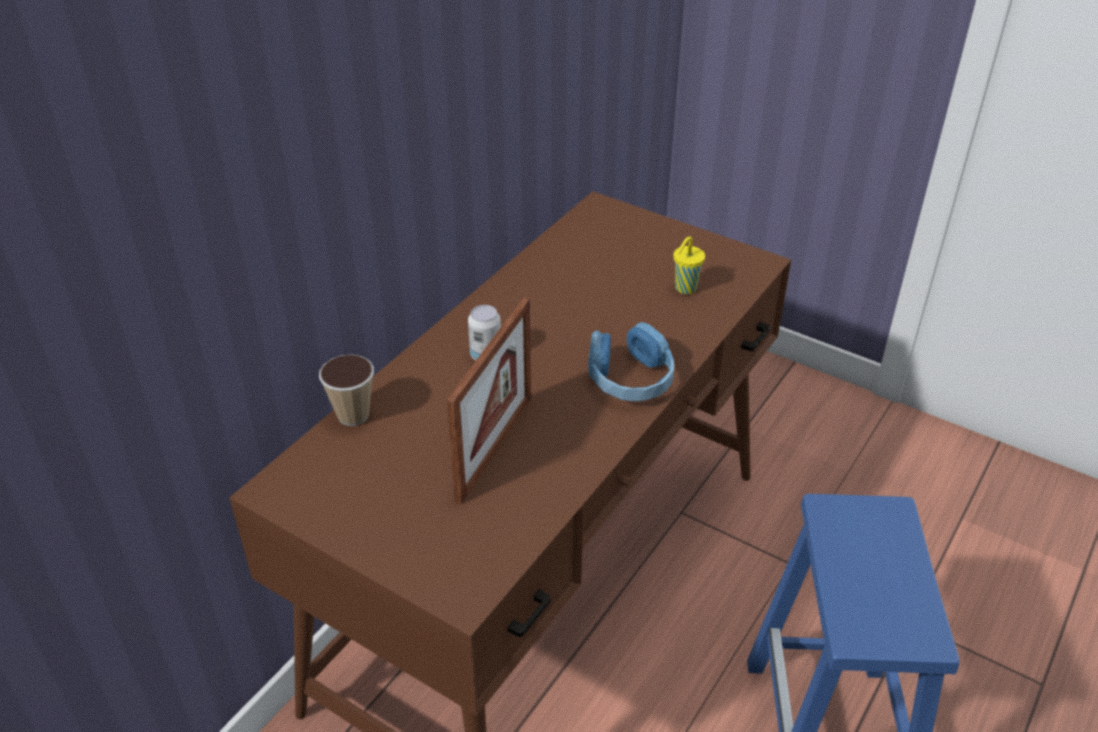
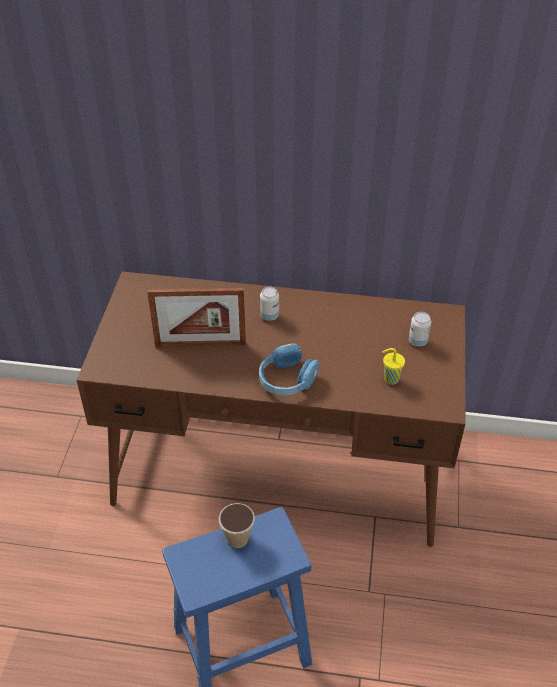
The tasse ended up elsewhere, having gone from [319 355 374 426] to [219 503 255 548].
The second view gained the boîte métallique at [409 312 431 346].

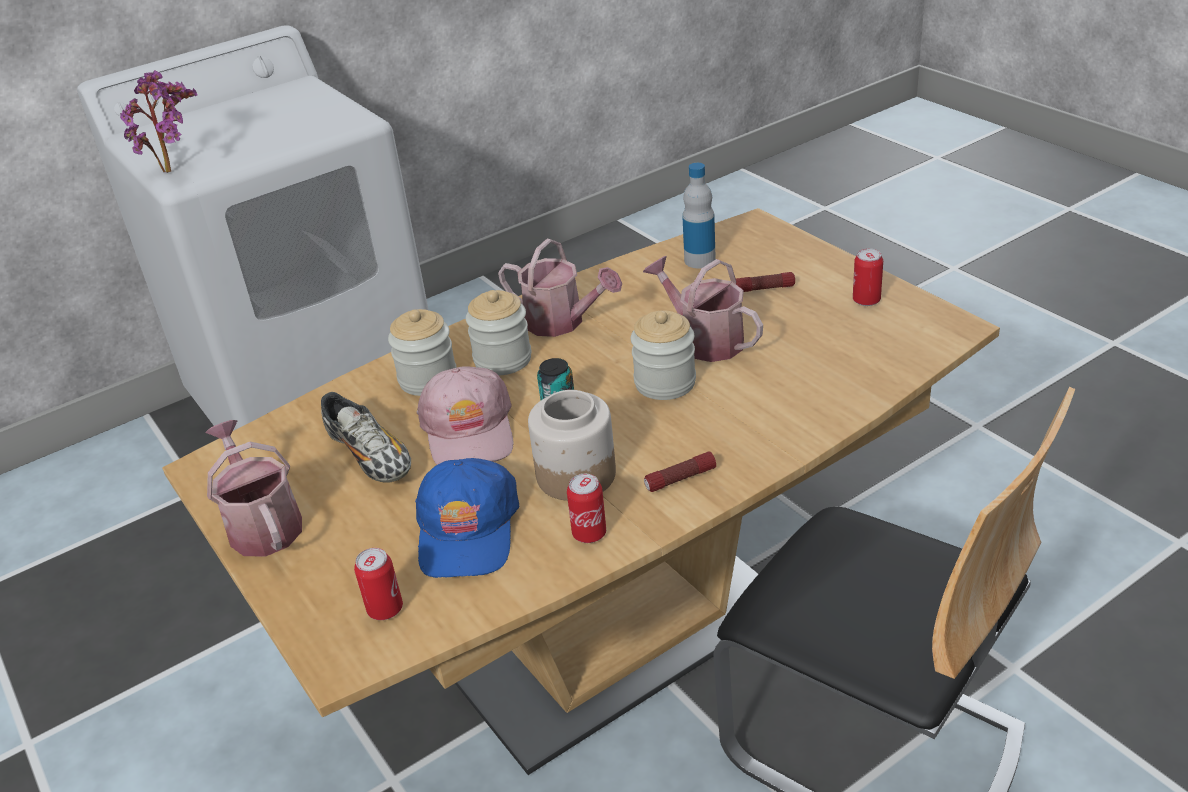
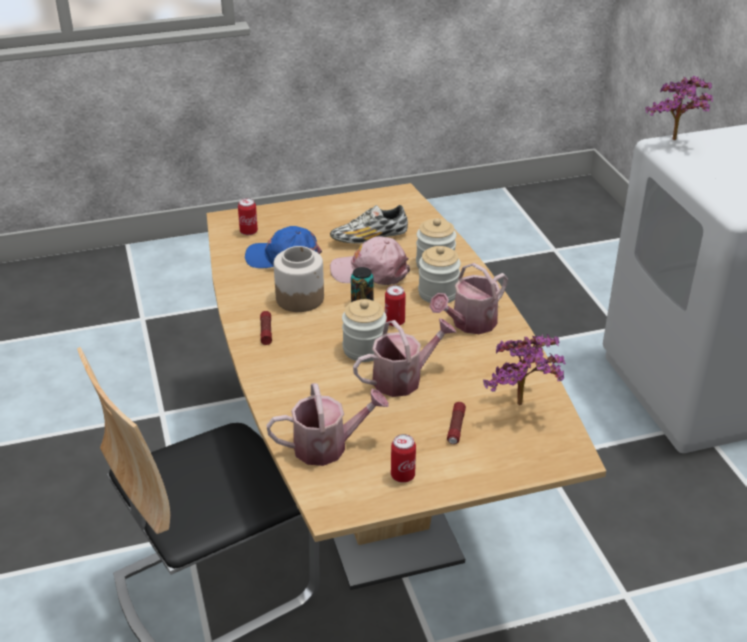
The arrosoir ended up elsewhere, having gone from [205 420 302 556] to [266 383 389 466].
The boîte métallique ended up elsewhere, having gone from [567 474 606 543] to [385 285 406 327].
Where the bouteille stood at [682 163 716 268], the plante en pot came to stand at [483 334 566 405].

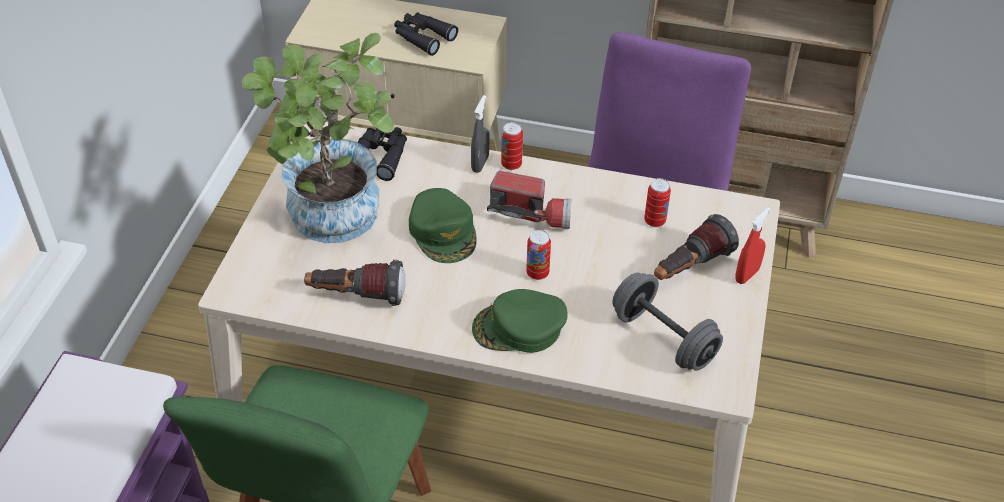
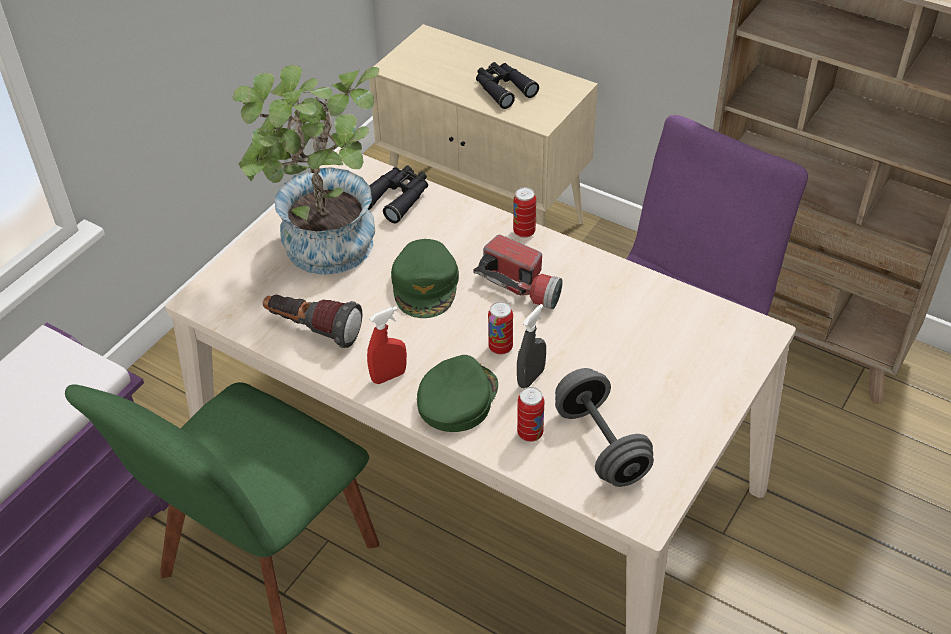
The vaporisateur (gris) ended up elsewhere, having gone from [471 95 490 173] to [517 304 546 388].
The casquette (vert) at [472 289 568 353] ended up facing another way, 105 degrees clockwise from before.
The boîte métallique ended up elsewhere, having gone from [644 178 671 227] to [517 387 544 442].
The second view lost the lampe de poche at [654 214 739 280].
The vaporisateur (rouge) ended up elsewhere, having gone from [735 207 771 284] to [367 306 407 384].

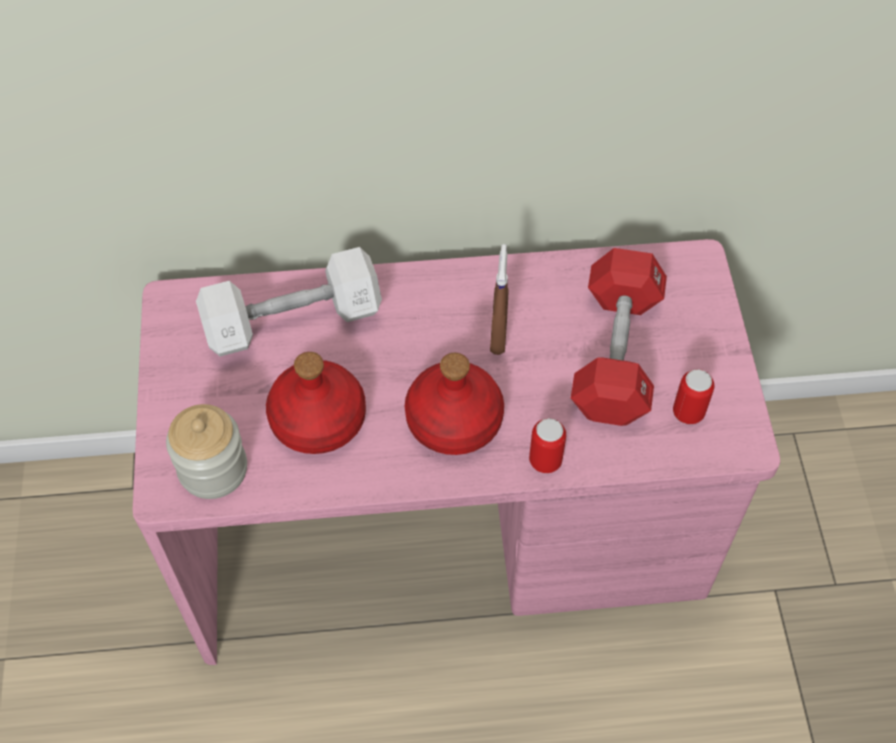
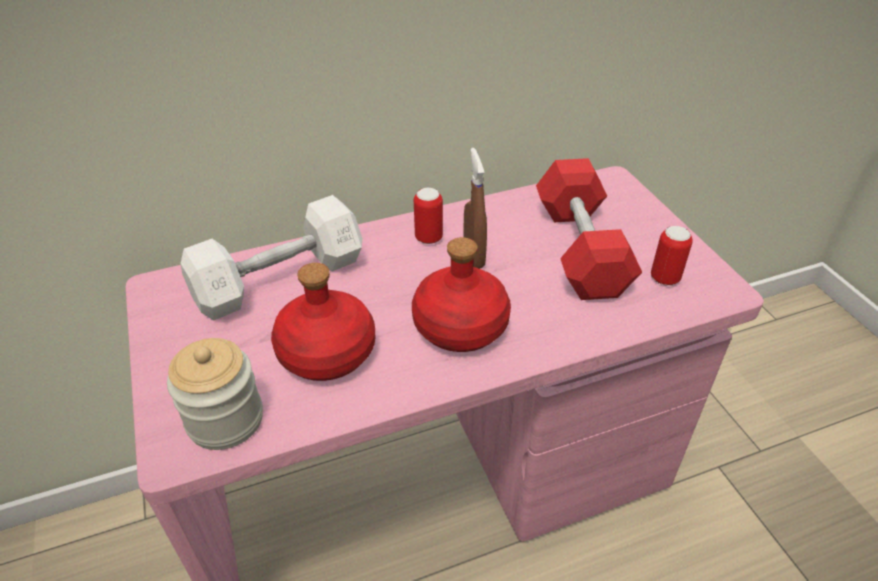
The boîte métallique ended up elsewhere, having gone from [529 418 566 473] to [414 188 443 244].

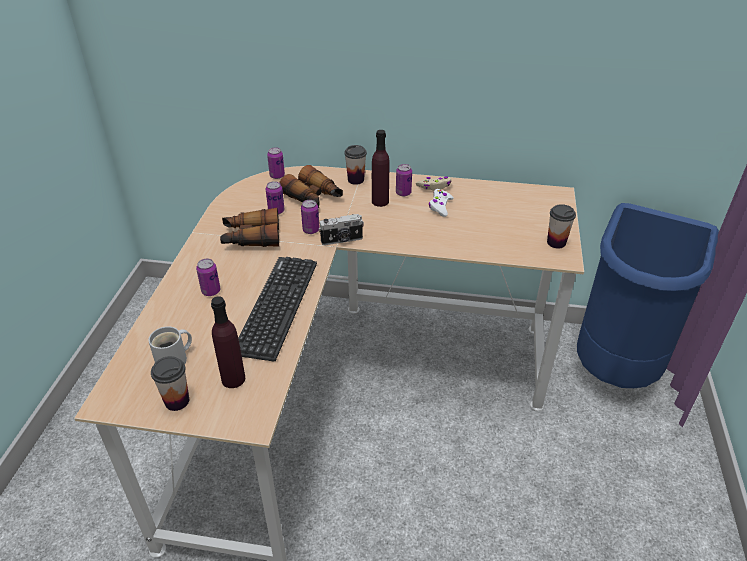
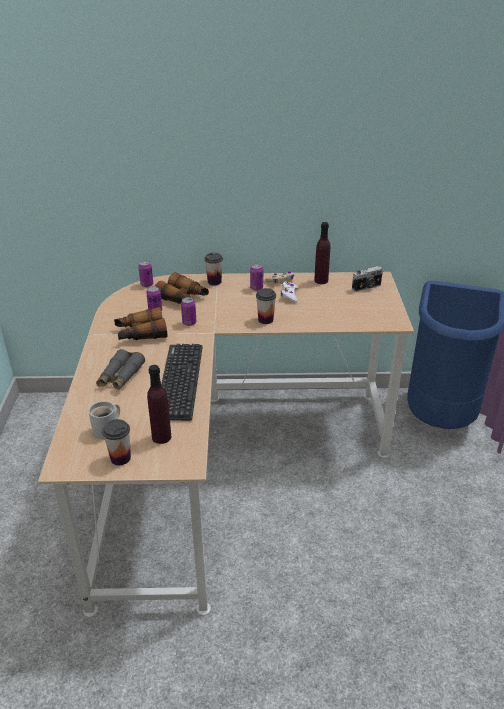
Where the boîte métallique stood at [196 259 220 296], the jumelles (gris) came to stand at [96 349 145 390].
The appareil photo ended up elsewhere, having gone from [319 214 364 245] to [352 266 383 292].
The bouteille (violet) ended up elsewhere, having gone from [372 130 389 207] to [314 222 330 284].
The tasse ended up elsewhere, having gone from [547 204 576 249] to [256 288 276 324].

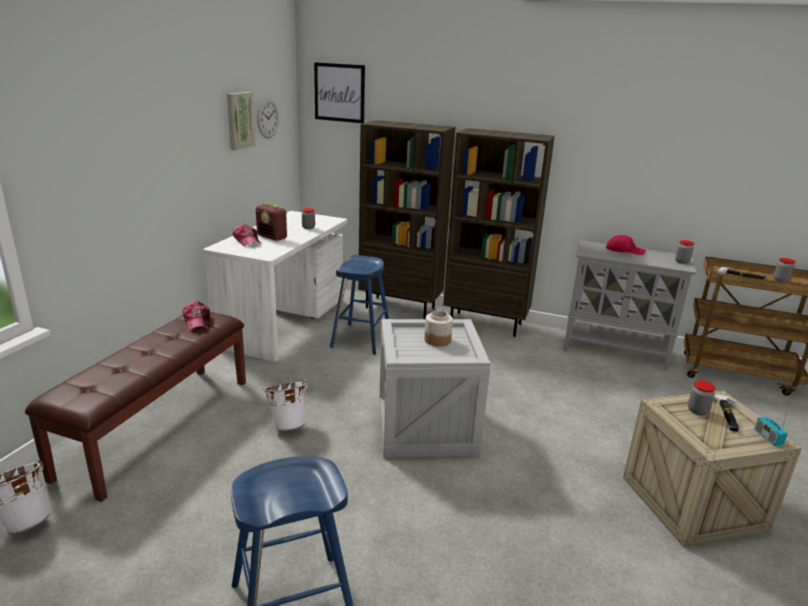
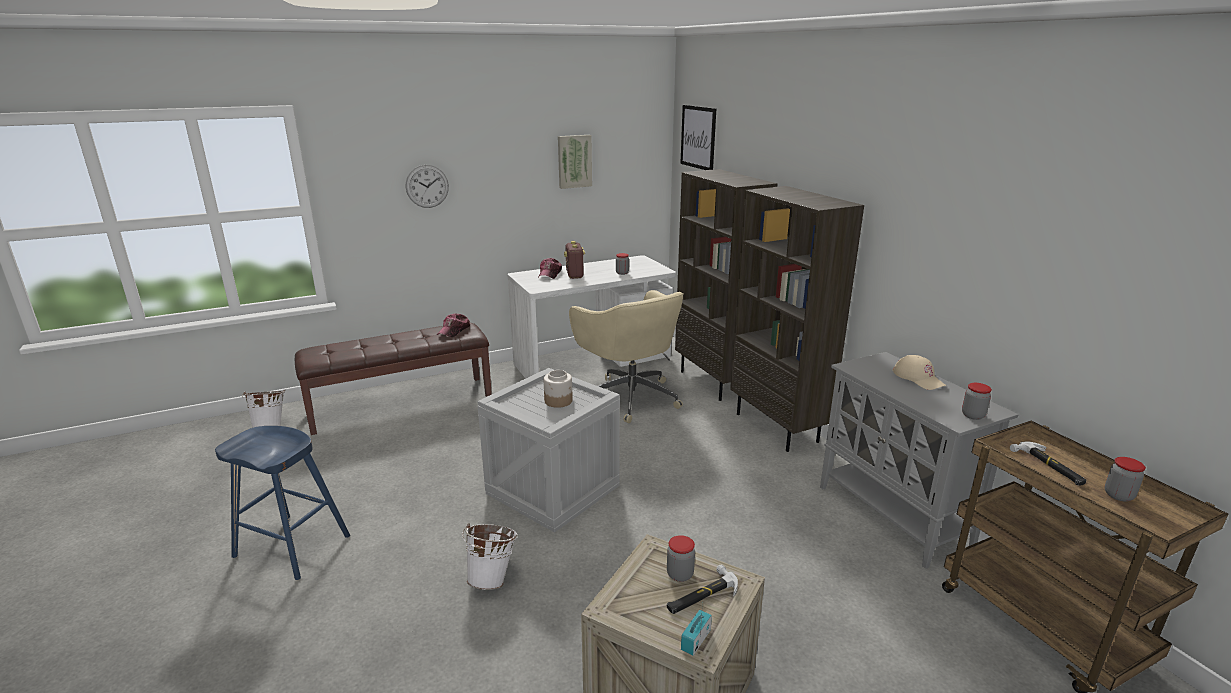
The horloge murale ended up elsewhere, having gone from [257 99 279 138] to [406 165 449 208].
The seau (blanc) ended up elsewhere, having gone from [263 380 308 431] to [462 523 517 590].
Where the tabouret (bleu) stood at [330 255 389 355], the chaise de bureau (beige) came to stand at [569 290 684 423].
What was the casquette (rouge) at [606 235 646 255] turned into the casquette (beige) at [892 355 946 390].

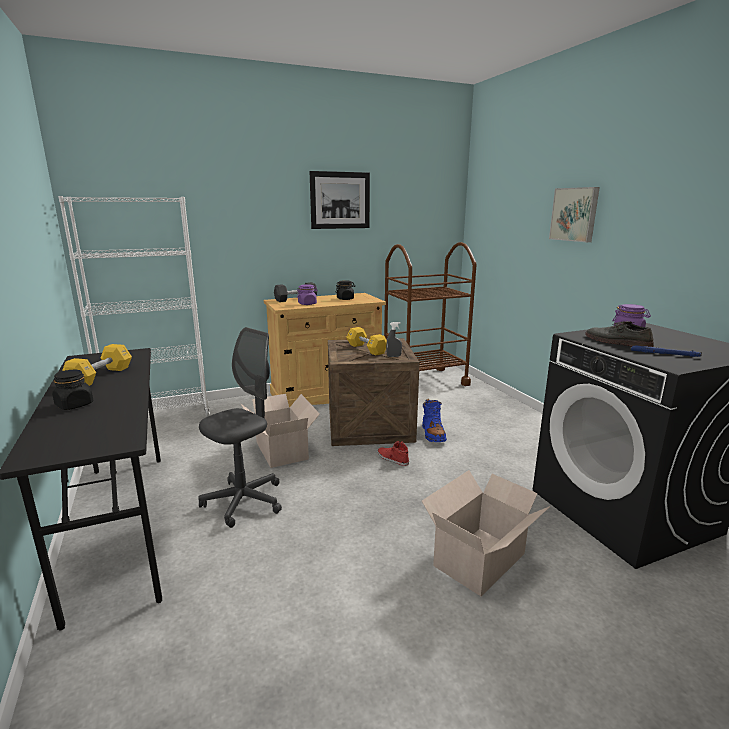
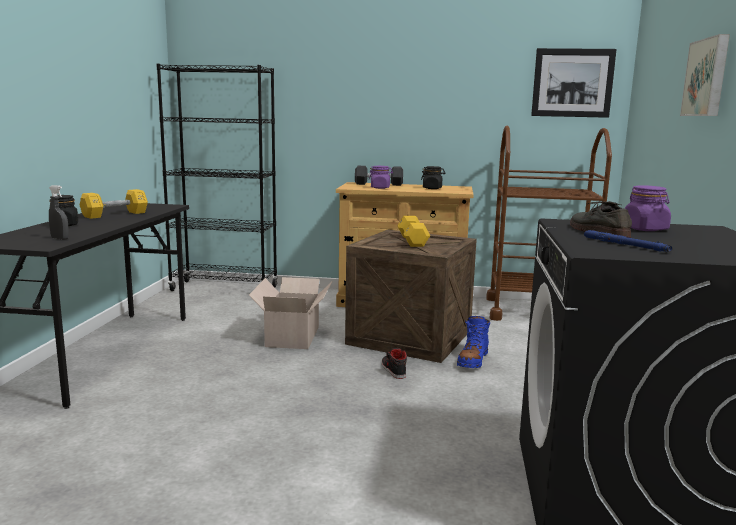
What was the bibliothèque (blanc) at [58 196 210 416] turned into the bibliothèque (noir) at [156 64 278 291].
The second view lost the chaise de bureau (gris) at [198 327 282 528].
The tableau ended up elsewhere, having gone from [309 171 370 229] to [531 48 617 118].
What was the chaussure (rouge) at [378 441 409 466] turned into the chaussure (noir) at [382 348 407 379].
The vaporisateur (gris) ended up elsewhere, having gone from [386 322 402 357] to [49 185 69 240].
The second view lost the carton at [422 470 550 596].

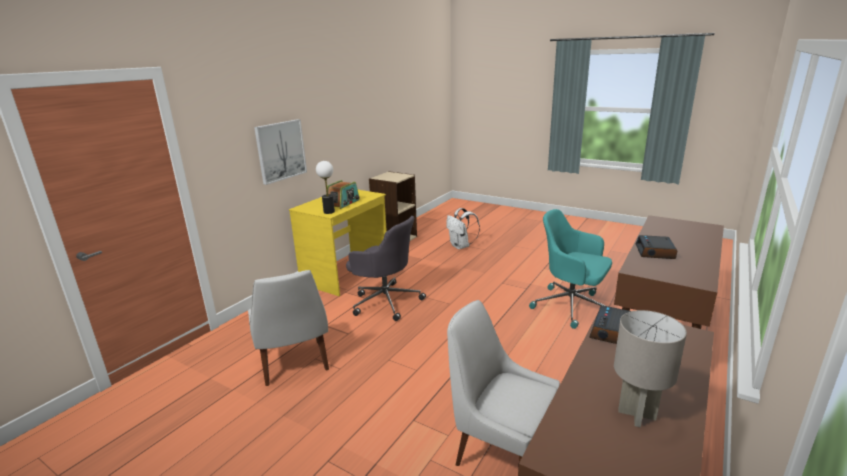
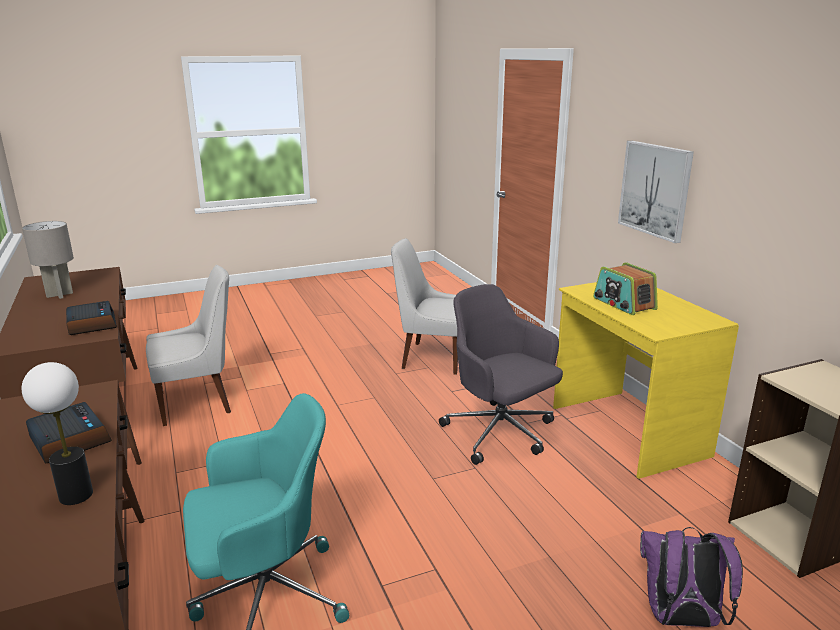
The lampe de table ended up elsewhere, having gone from [316 161 335 214] to [22 362 93 505].
The chaise de bureau (gris) at [346 216 426 321] ended up facing another way, 75 degrees clockwise from before.
What was the sac à dos (blanc) at [446 208 480 249] turned into the sac à dos (violet) at [640 527 743 627].

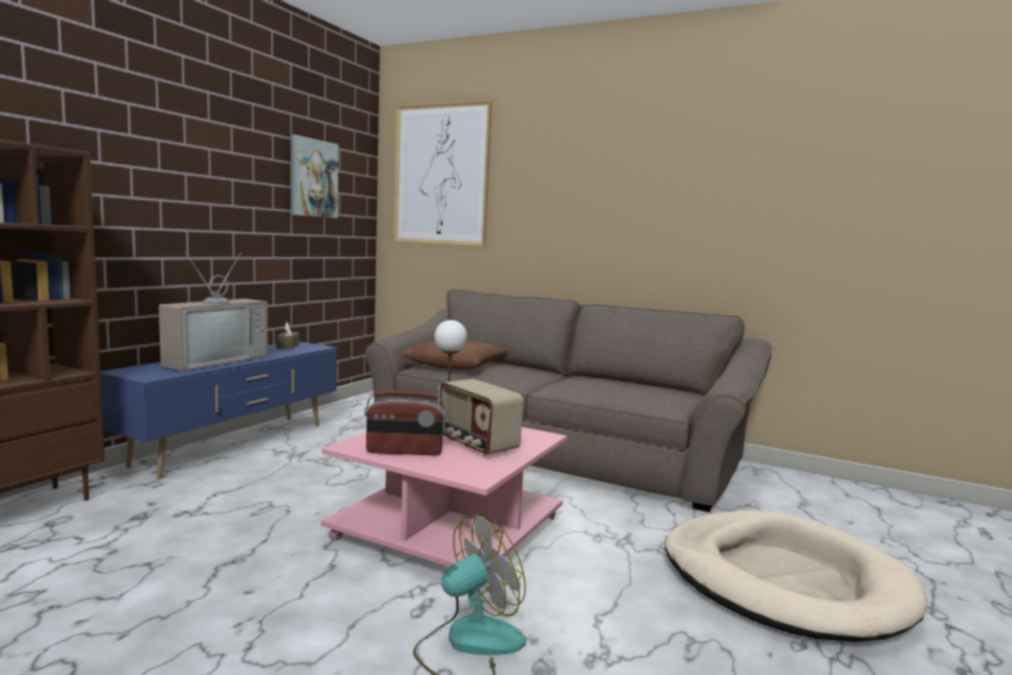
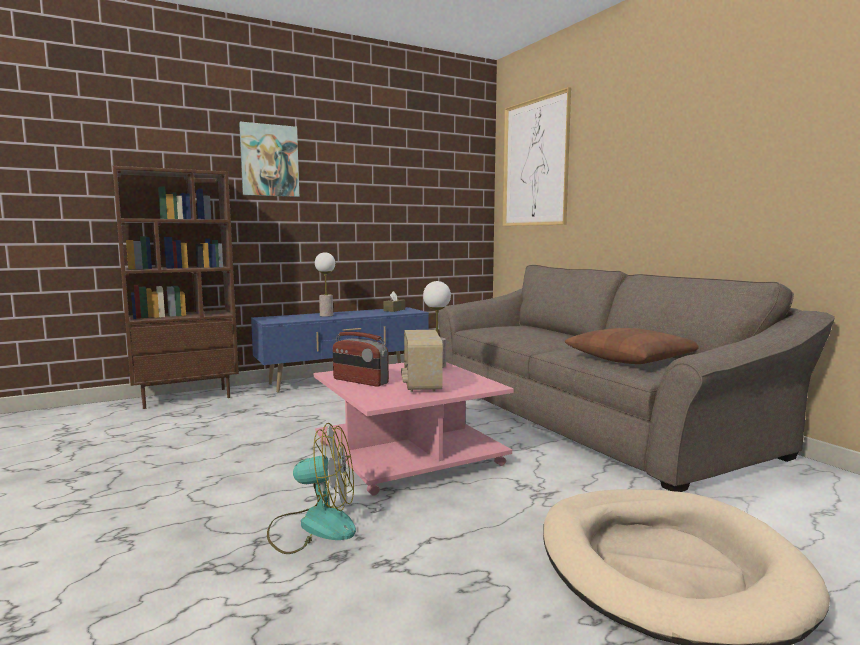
Where the téléviseur stood at [159 252 268 372], the lampe de table came to stand at [315 252 335 317].
The tableau ended up elsewhere, having gone from [291 135 339 218] to [239 122 299 197].
The coussin (marron) ended up elsewhere, having gone from [401 340 508 370] to [565 328 699 364].

